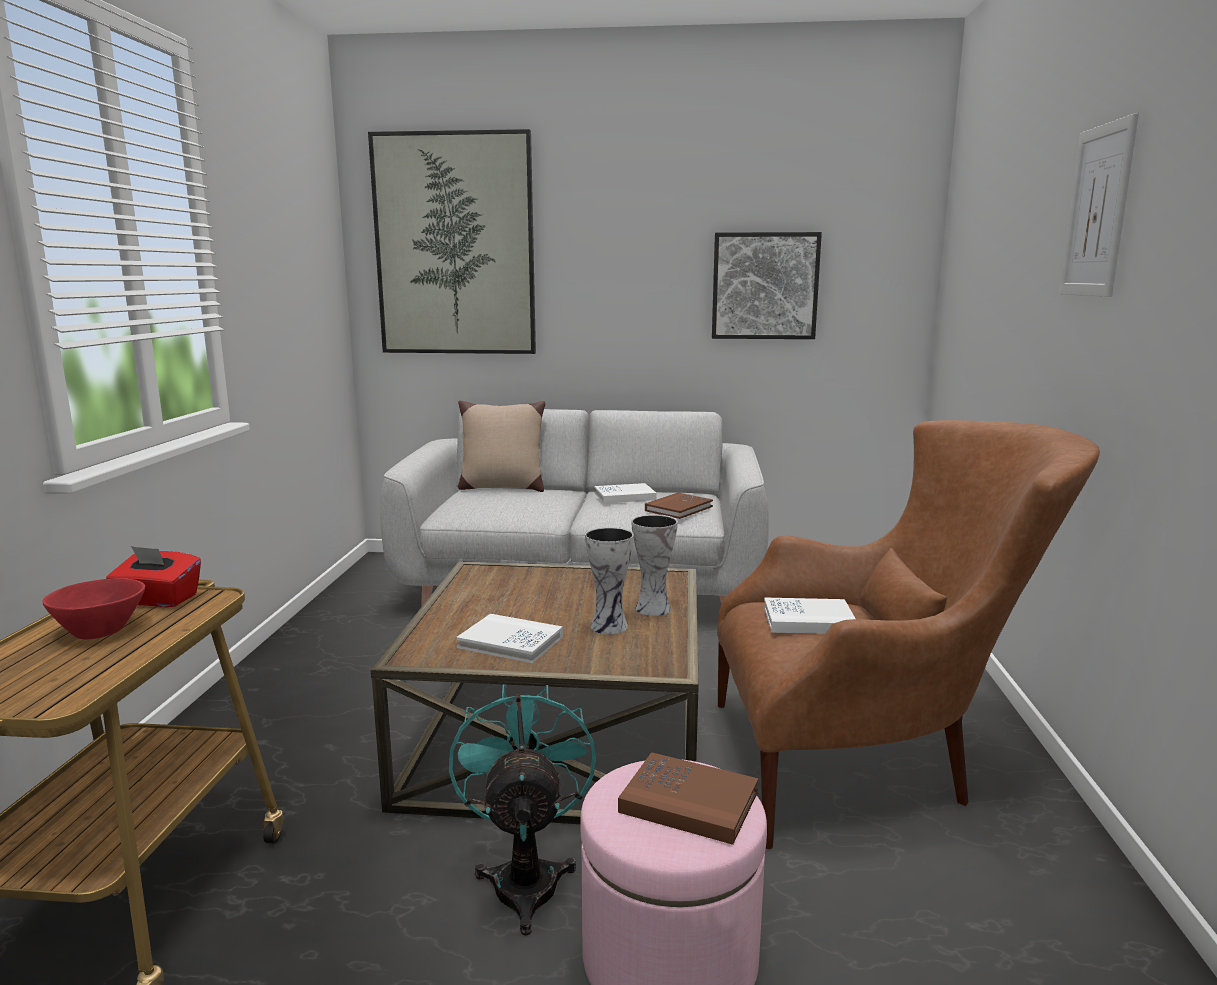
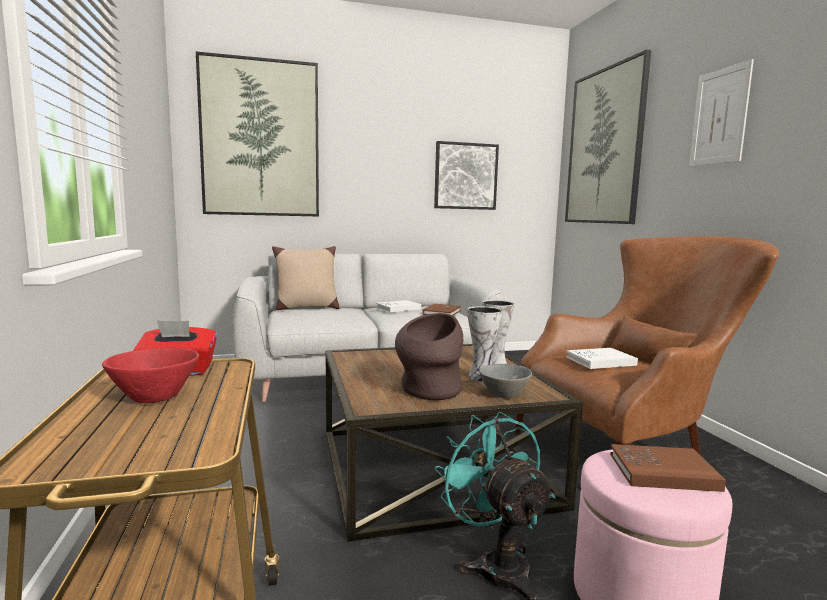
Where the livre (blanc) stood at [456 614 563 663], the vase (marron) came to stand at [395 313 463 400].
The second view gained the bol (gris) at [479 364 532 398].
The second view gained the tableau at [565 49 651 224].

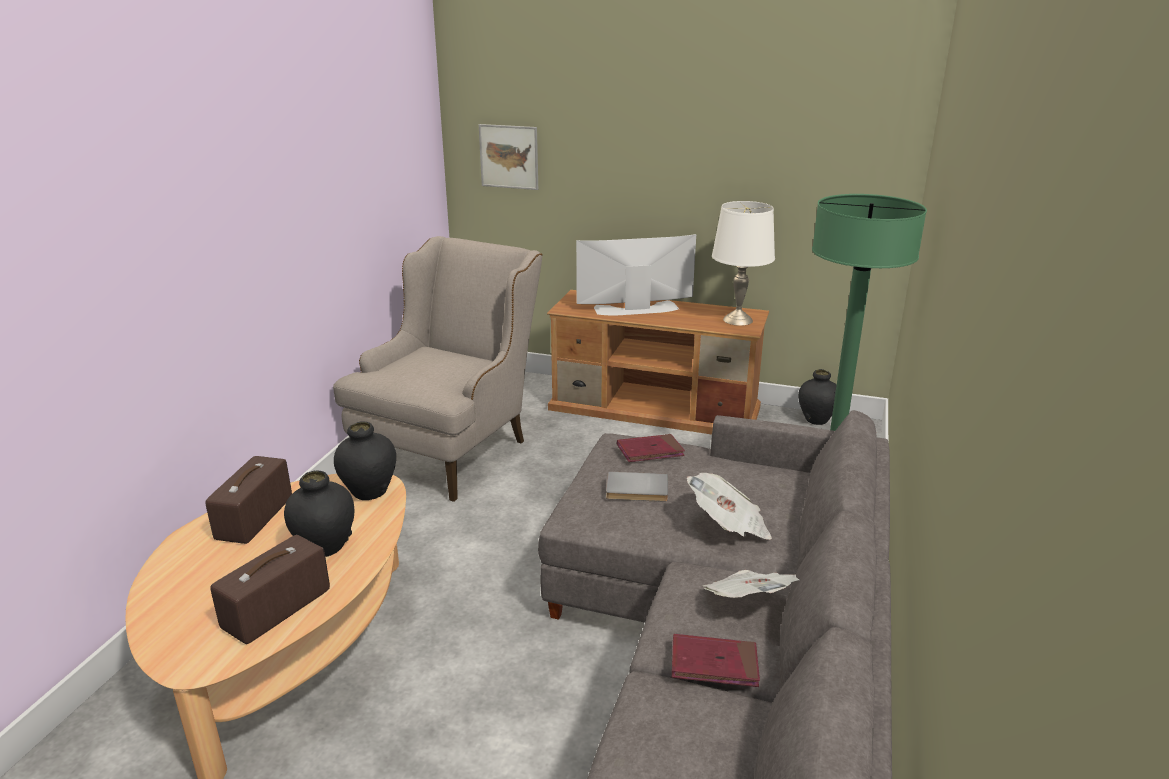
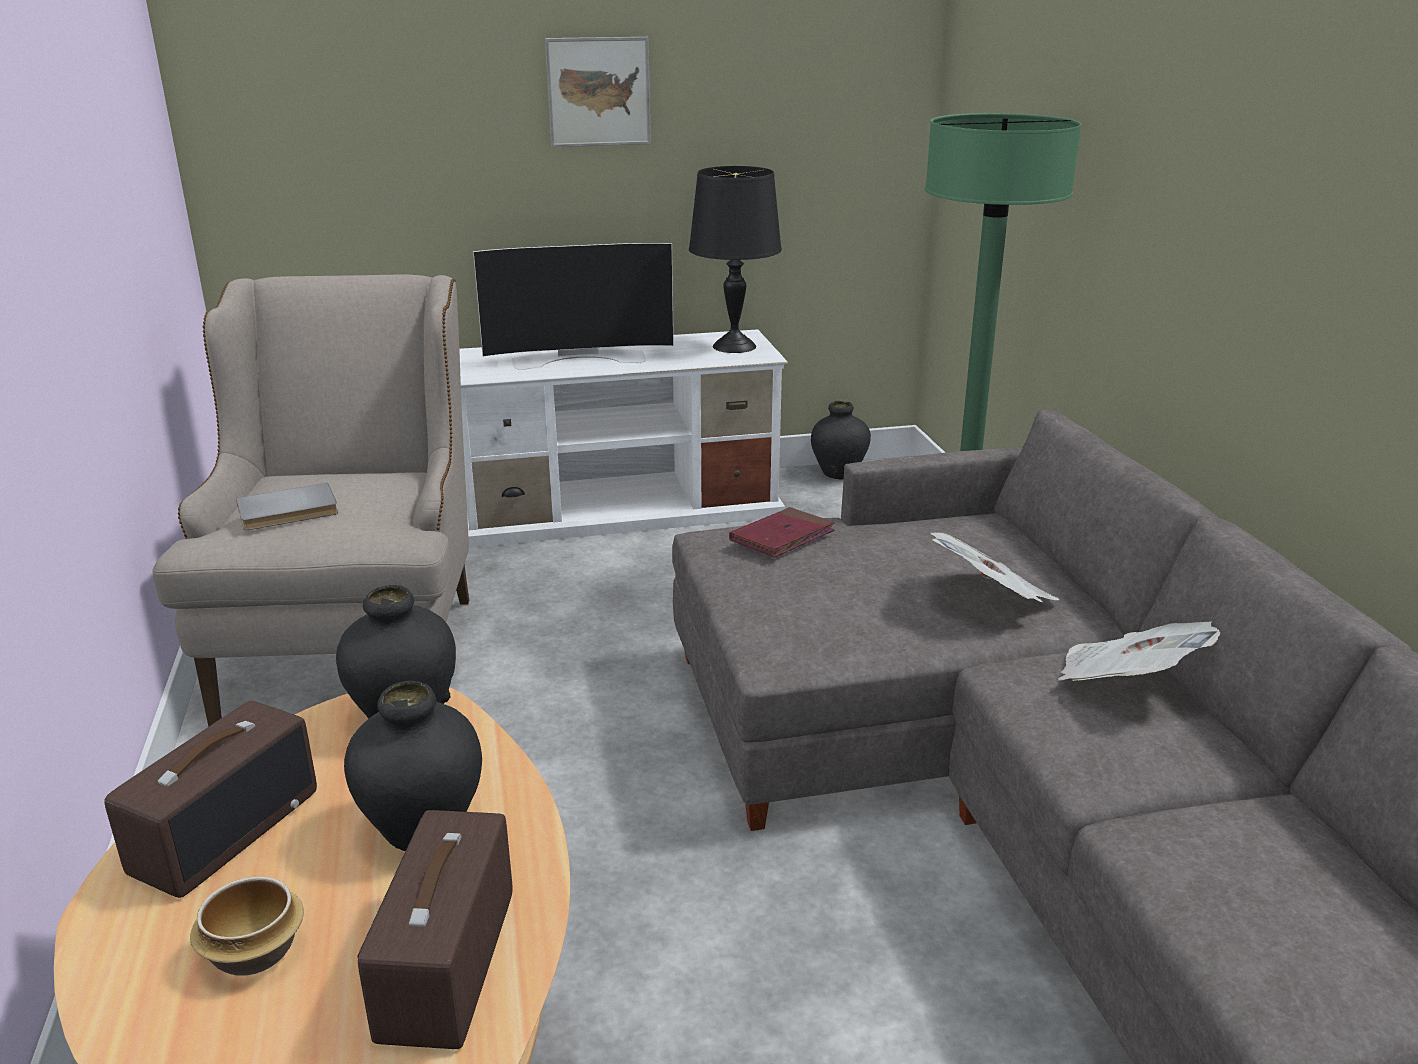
The radio at [205 456 292 544] ended up facing another way, 135 degrees counterclockwise from before.
The tableau ended up elsewhere, having gone from [479 124 538 190] to [545 37 651 147].
What was the meuble télé (marron) at [547 290 769 434] turned into the meuble télé (blanc) at [459 329 788 548].
The téléviseur at [576 234 696 315] ended up facing another way, 150 degrees counterclockwise from before.
The livre (gris) ended up elsewhere, having gone from [606 471 668 502] to [236 483 338 530].
The second view lost the livre (rouge) at [672 634 760 687].
What was the lampe de table (blanc) at [712 201 775 326] turned into the lampe de table (noir) at [689 166 782 353].
The second view gained the bol at [190 877 304 976].

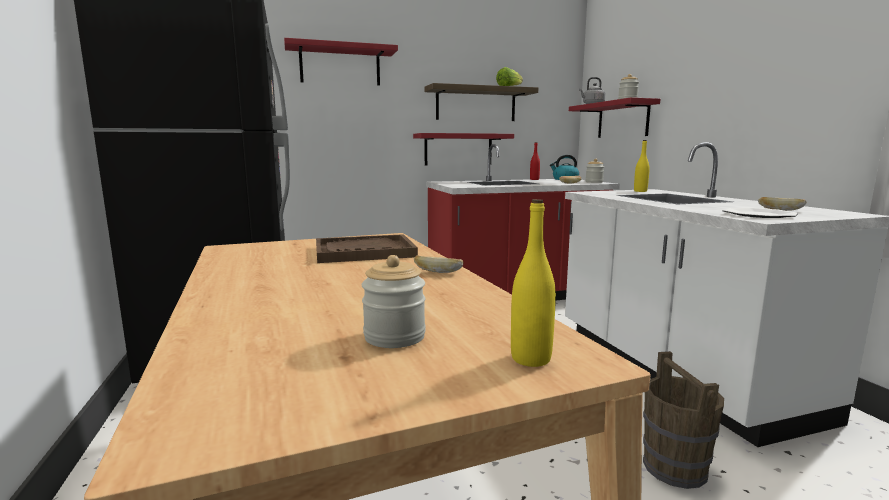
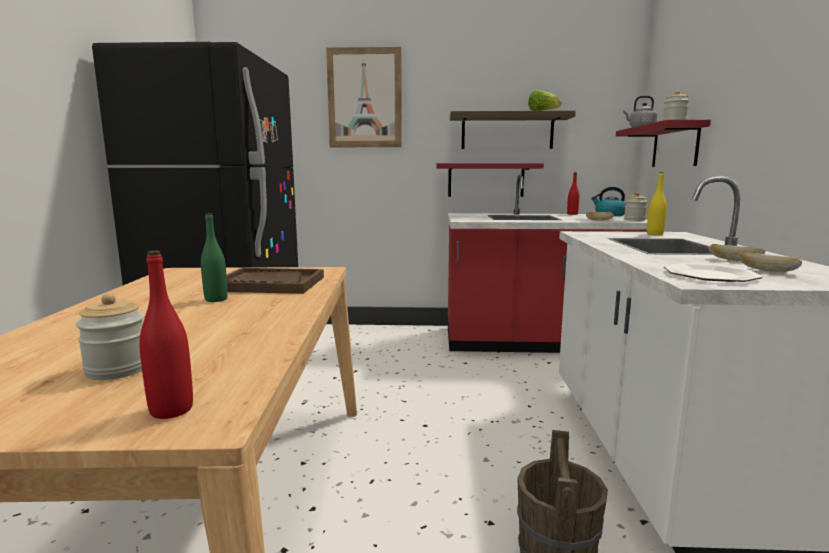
Where the étagère (rouge) hung at [284 38 398 85], the tableau came to hang at [326 47 402 147].
The pain ended up elsewhere, having gone from [414 255 463 273] to [709 244 765 261].
What was the bouteille (jaune) at [511 199 556 367] turned into the bouteille (rouge) at [139 251 193 419].
The second view gained the bouteille (vert) at [201 213 228 302].

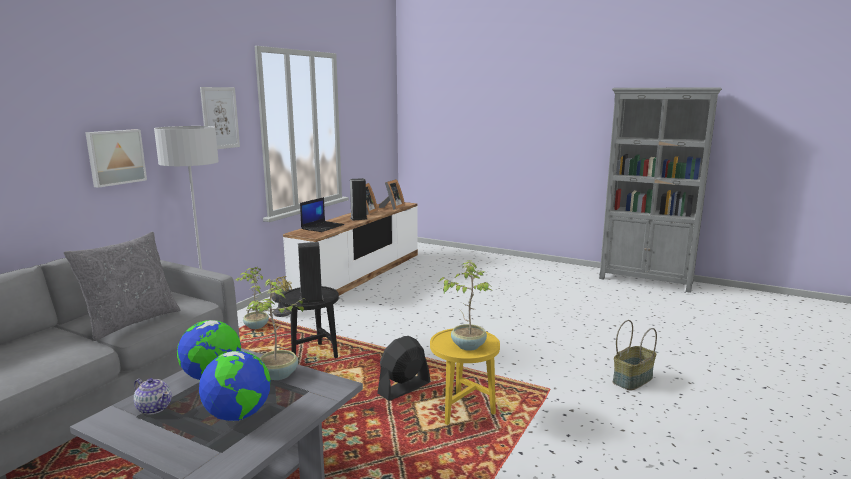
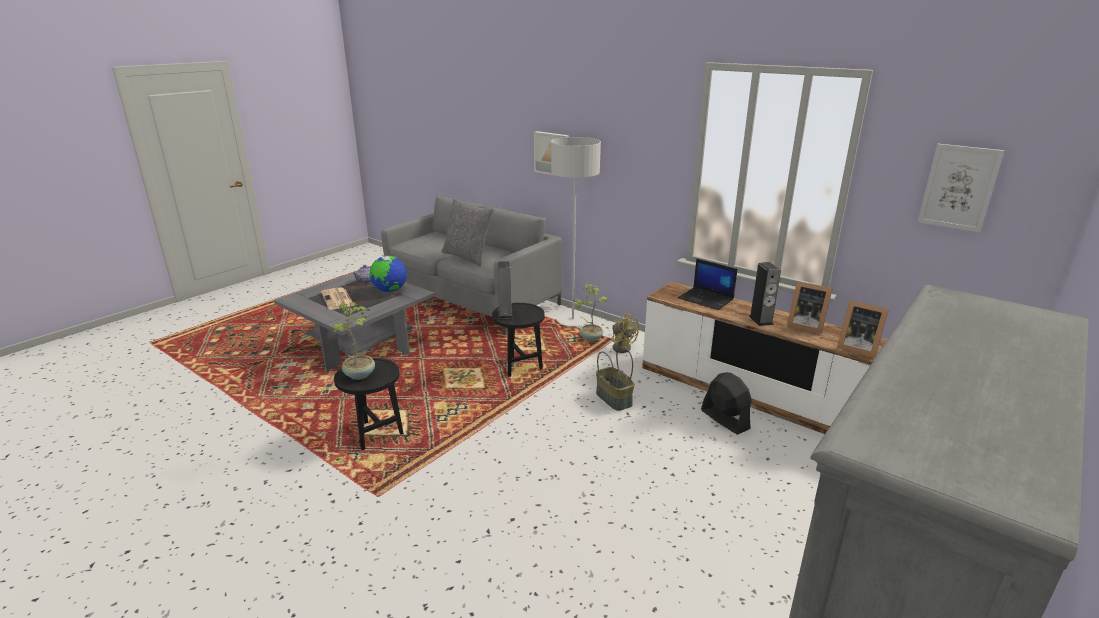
Where the globe stood at [199 351 271 421], the journal came to stand at [321 287 354 310].
The tableau ended up elsewhere, having gone from [200 87 240 149] to [917 144 1004 233].
The second view lost the plante en pot at [248 279 304 380].
The ventilateur (noir) ended up elsewhere, having gone from [377 336 430 401] to [701 372 752 435].
What was the table d'appoint (jaune) at [430 328 500 425] turned into the table d'appoint (noir) at [334 358 404 450].
The panier ended up elsewhere, having gone from [613 320 657 390] to [596 346 635 411].

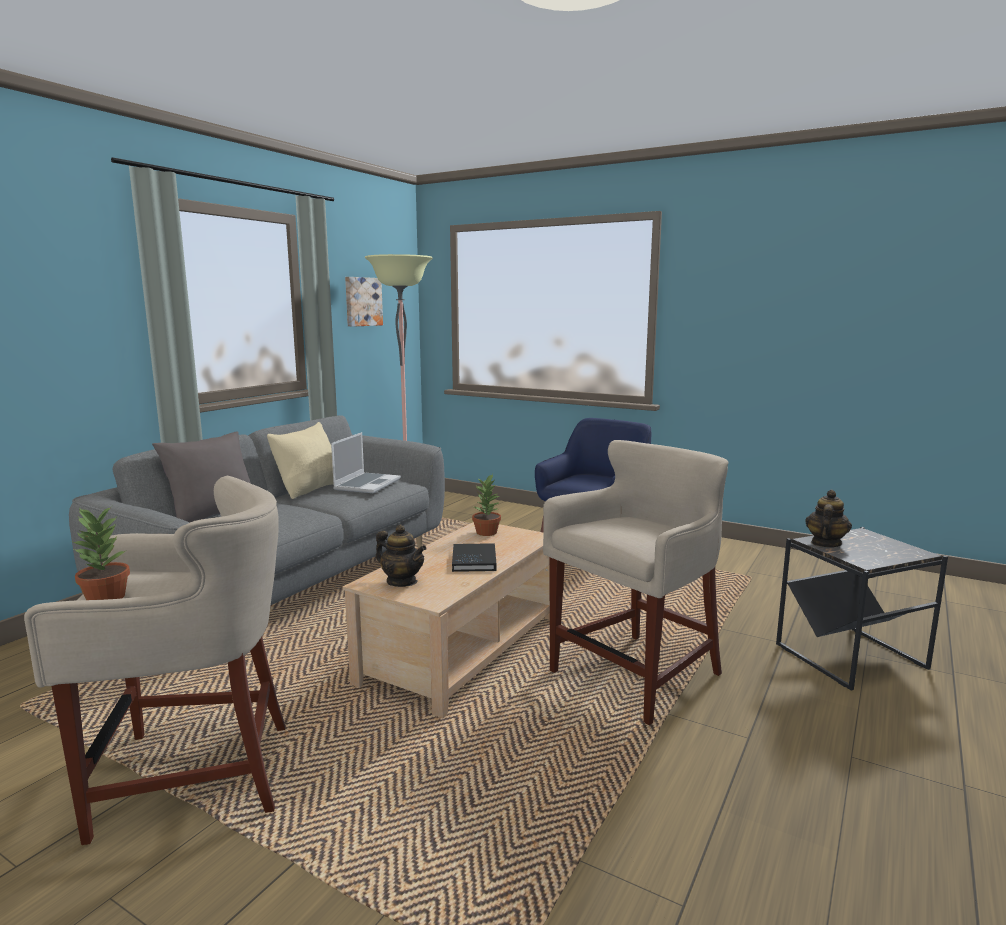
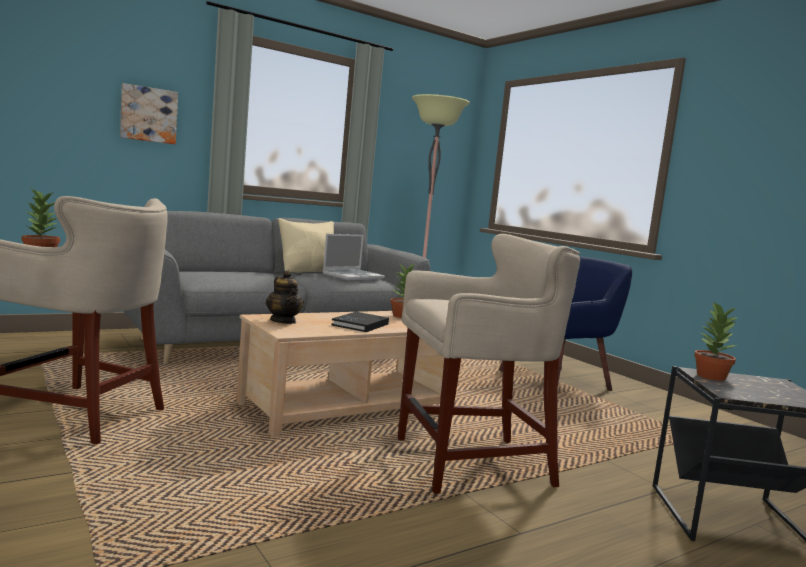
The second view lost the coussin (gris) at [152 431 251 522].
The tableau ended up elsewhere, having gone from [345 277 383 327] to [120 83 178 144].
Where the théière stood at [805 490 852 547], the plante en pot came to stand at [694 301 738 381].

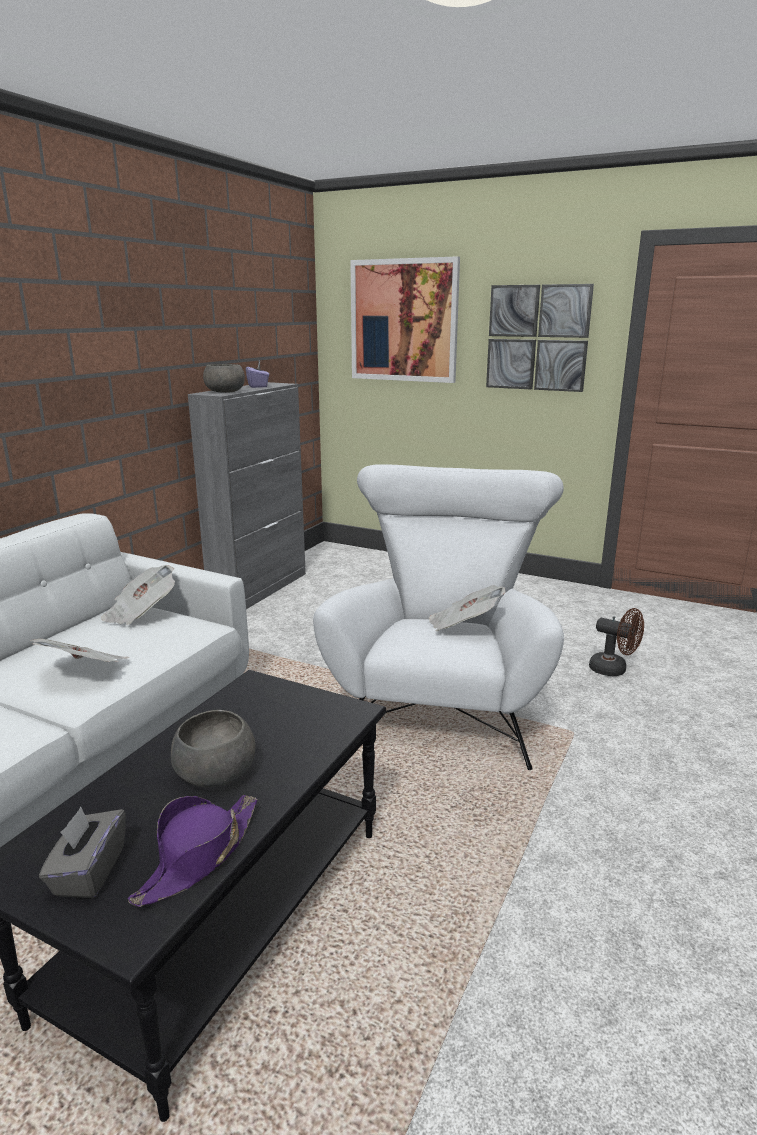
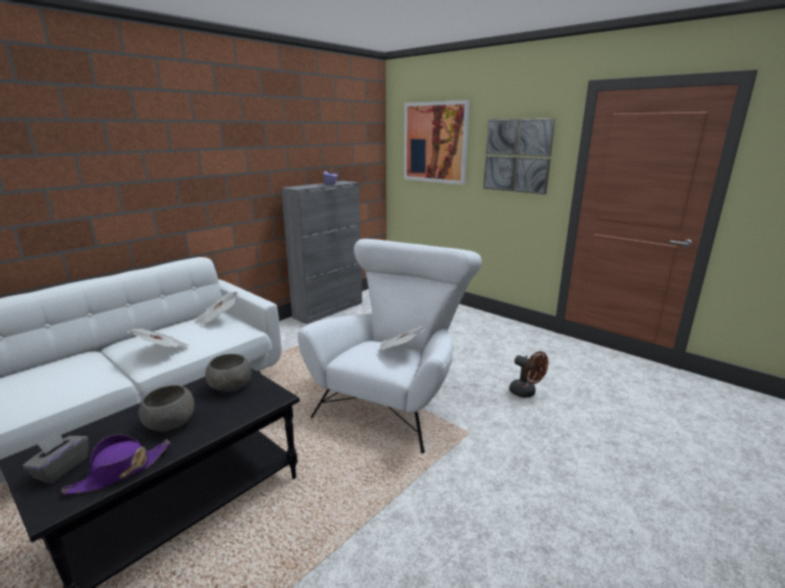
The bol (gris) ended up elsewhere, having gone from [203 364 245 393] to [205 354 251 392].

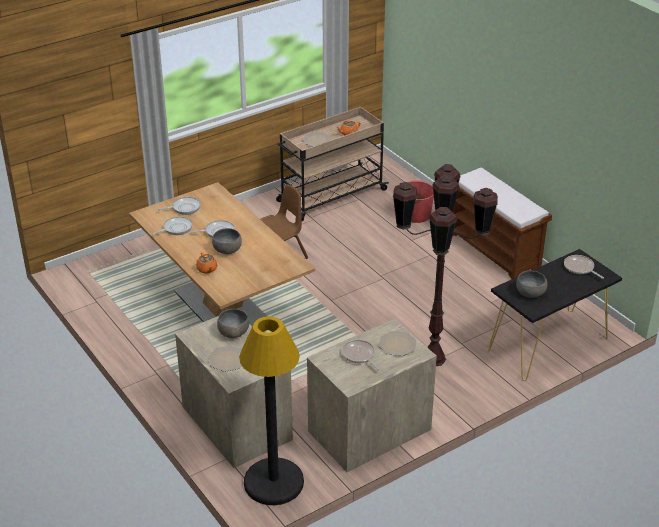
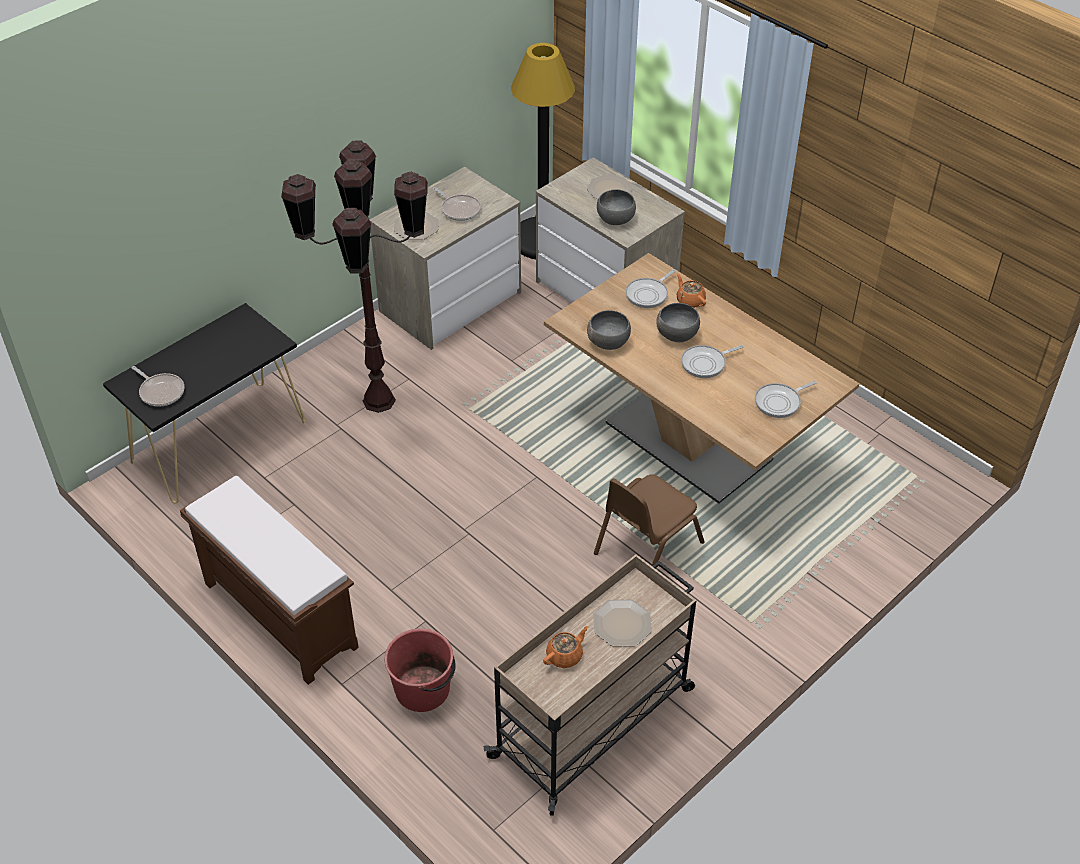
The poêle ended up elsewhere, having gone from [151 217 193 235] to [626 269 676 308].
The bol (gris) ended up elsewhere, having gone from [516 271 547 298] to [587 310 631 350].

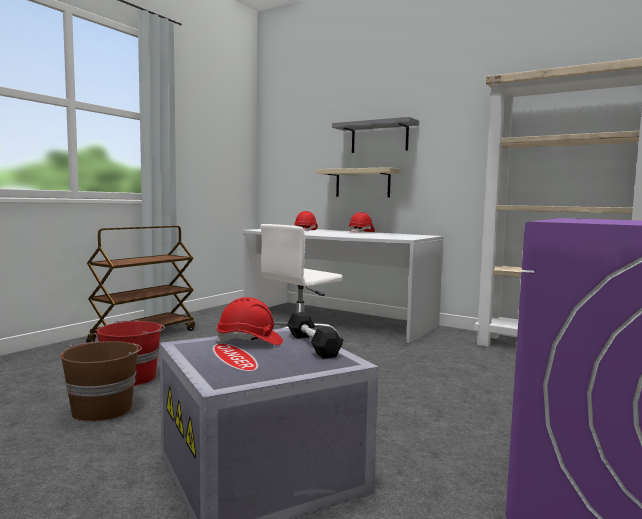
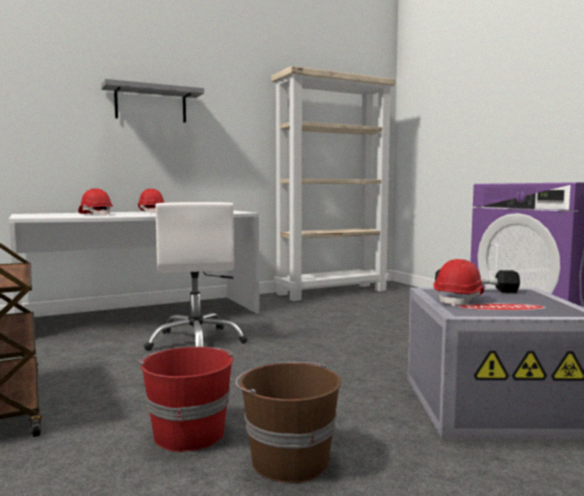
The second view lost the étagère (beige) at [316 167 400 197].

